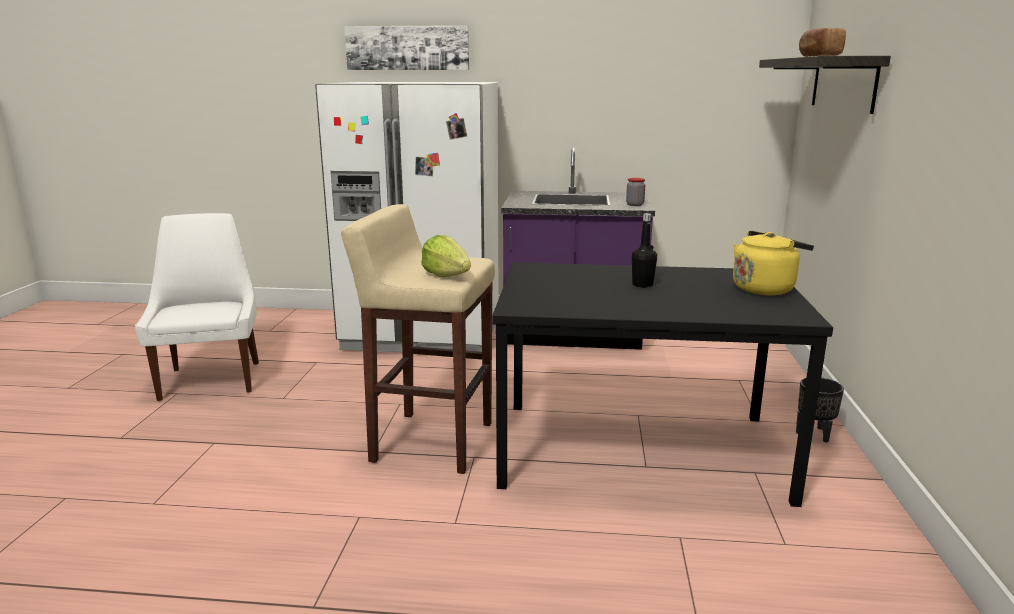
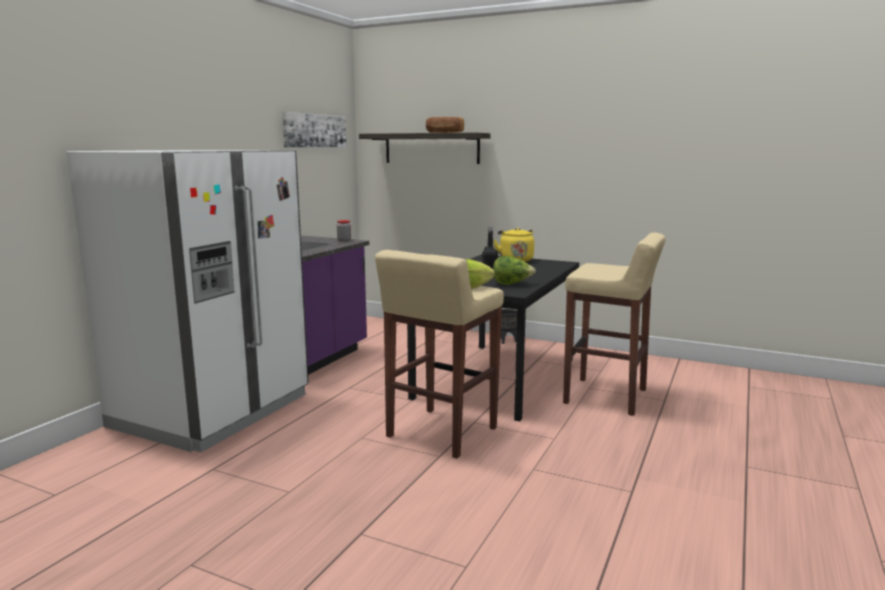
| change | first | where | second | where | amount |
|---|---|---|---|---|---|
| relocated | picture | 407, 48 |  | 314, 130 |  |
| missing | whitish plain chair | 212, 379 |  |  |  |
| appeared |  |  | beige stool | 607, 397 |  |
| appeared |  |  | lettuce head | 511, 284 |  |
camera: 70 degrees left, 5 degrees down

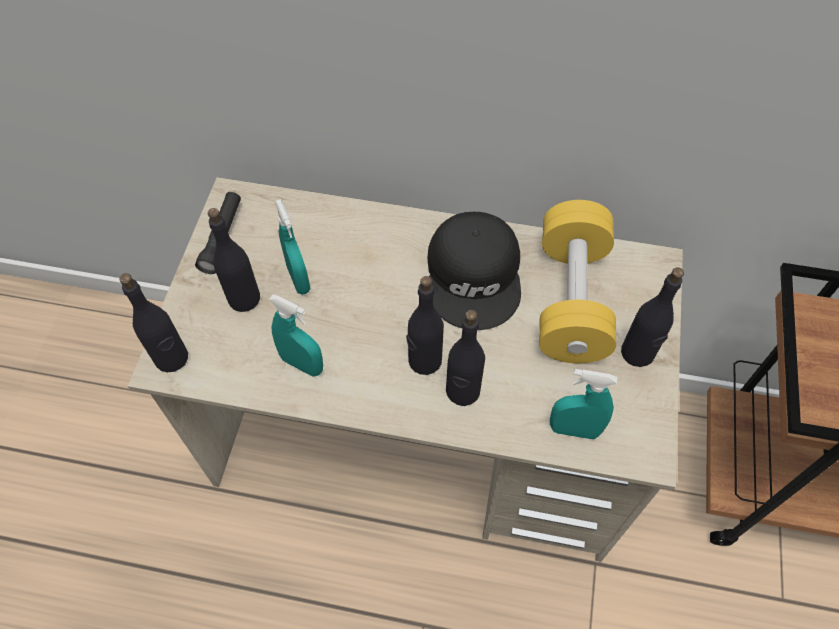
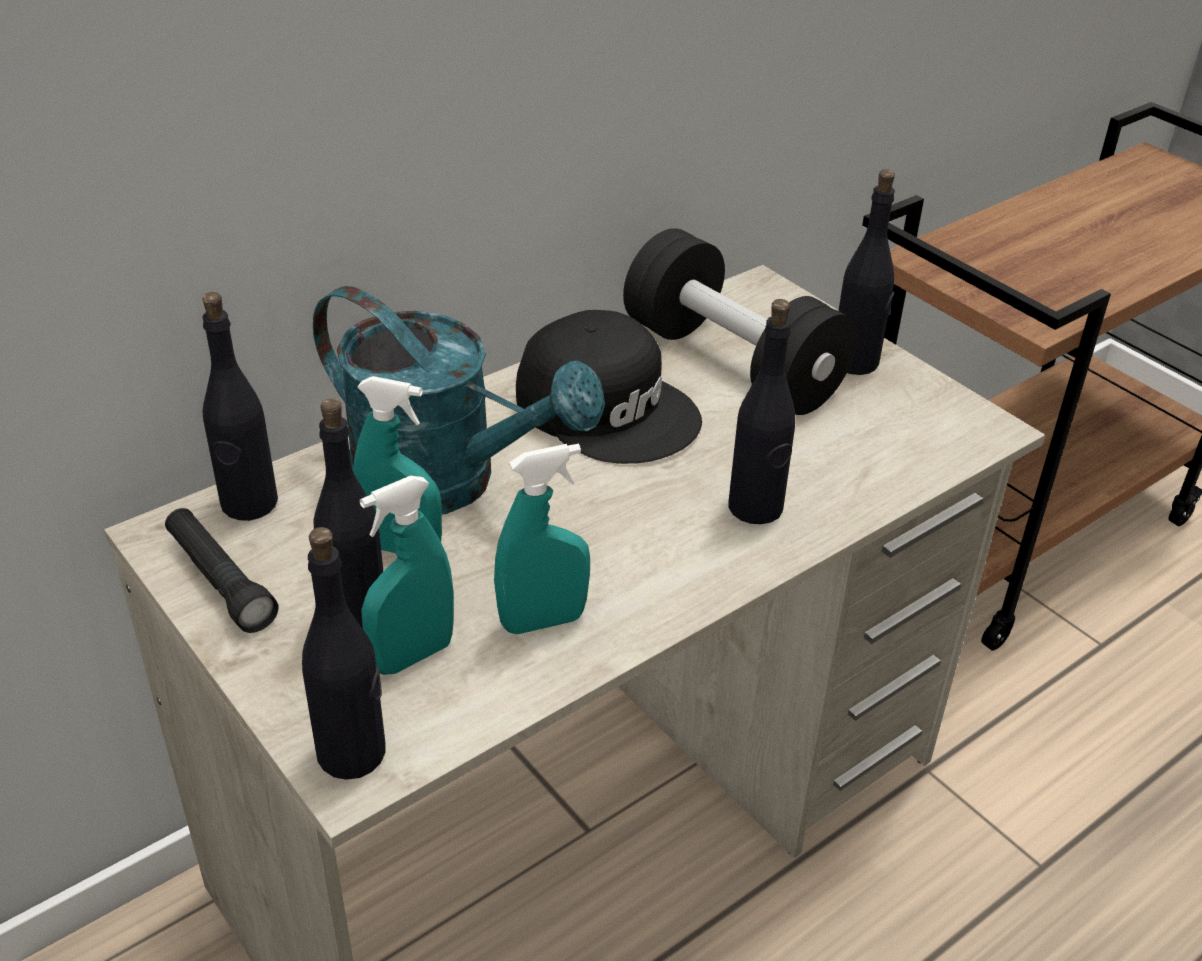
| change | first | where | second | where | amount |
|---|---|---|---|---|---|
| colour | yellow-coloured hand weight | 571, 299 | blackish hand weight | 732, 363 |  |
| relocated | blackish drink bottle | 424, 360 |  | 249, 504 |  |
| relocated | turquoise-coloured spray bottle | 574, 430 |  | 412, 656 |  |
| appeared |  |  | turquoise-coloured watering can | 446, 482 |  |
camera: 50 degrees left, 20 degrees down

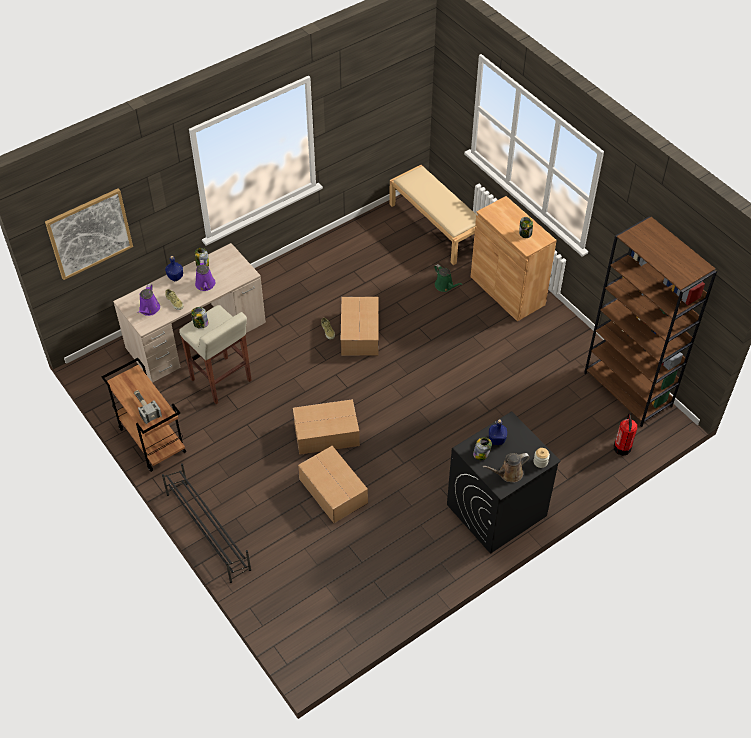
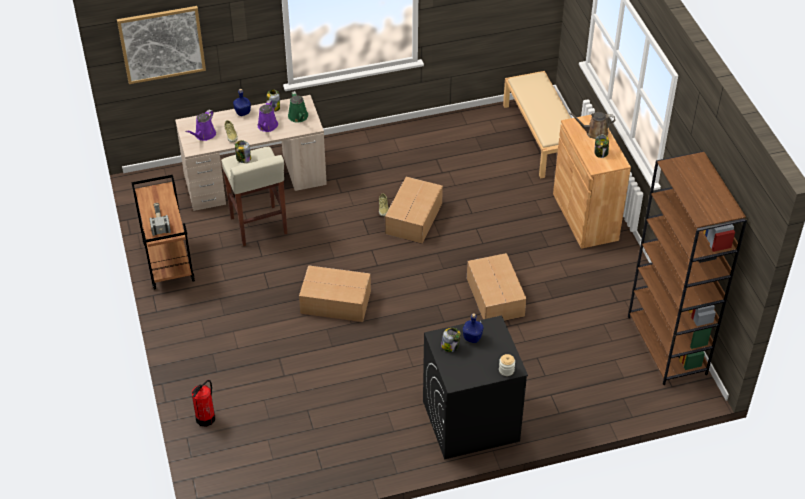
| change | first | where | second | where | amount |
|---|---|---|---|---|---|
| relocated | greenish watering can | 445, 286 |  | 298, 117 |  |
| relocated | extinguisher | 622, 448 |  | 206, 418 |  |
| relocated | packing box | 333, 490 |  | 495, 296 |  |
| relocated | brownish watering can | 508, 474 |  | 594, 133 |  |
| missing | blackish shoe shelf | 208, 530 |  |  |  |
camera: 20 degrees right, 5 degrees down

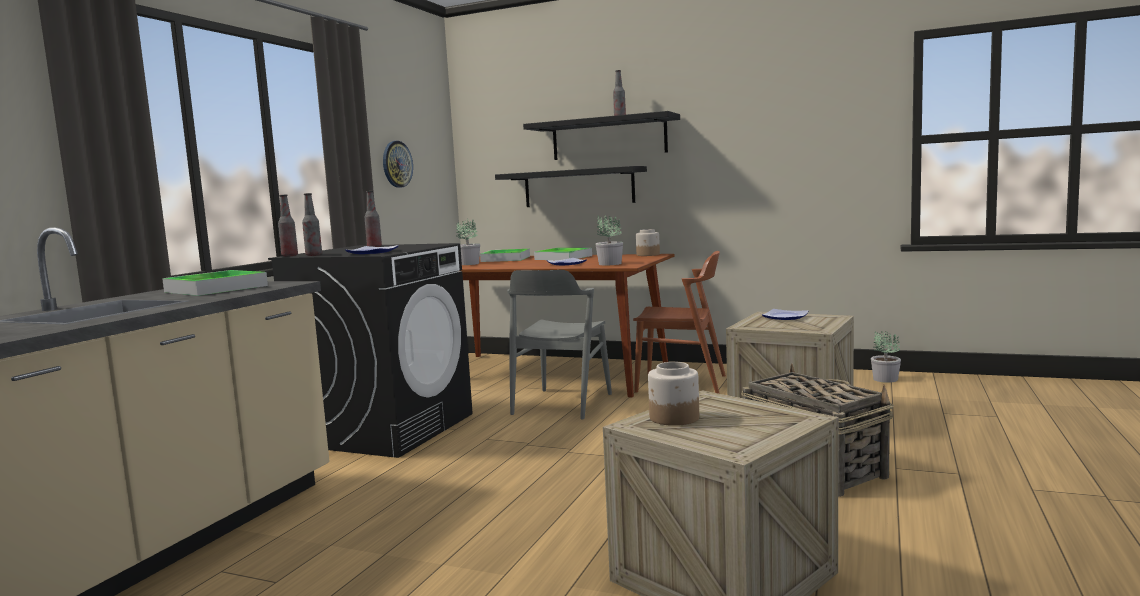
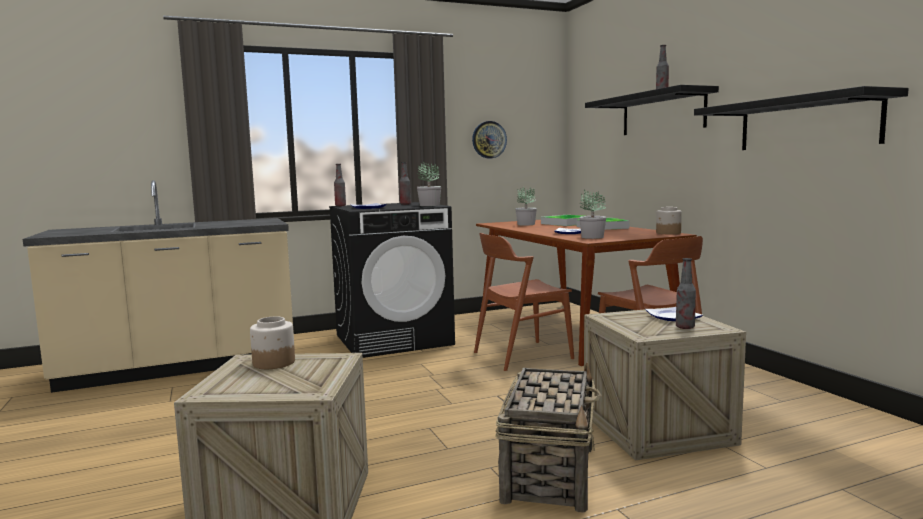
| change | first | where | second | where | amount |
|---|---|---|---|---|---|
| relocated | blackish shelf | 578, 187 |  | 806, 123 |  |
| relocated | drink bottle | 314, 255 |  | 685, 327 |  |
| missing | serving tray | 216, 289 |  |  |  |
| colour | gray plain chair | 562, 404 | brownish plain chair | 522, 355 |  |
| relocated | houseplant | 885, 379 |  | 429, 205 |  |
camera: 45 degrees right, 0 degrees up

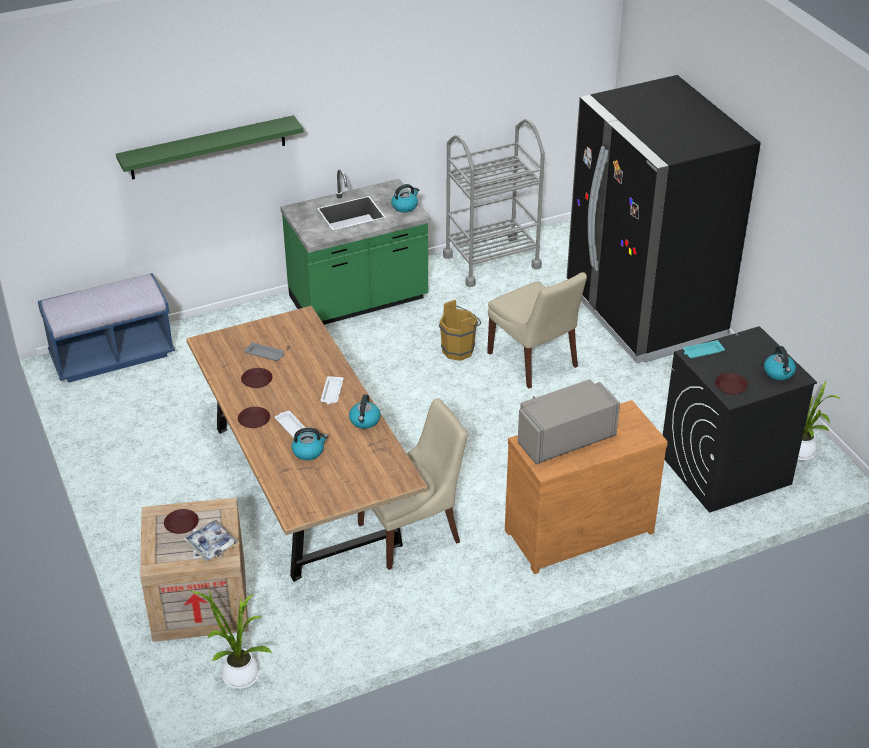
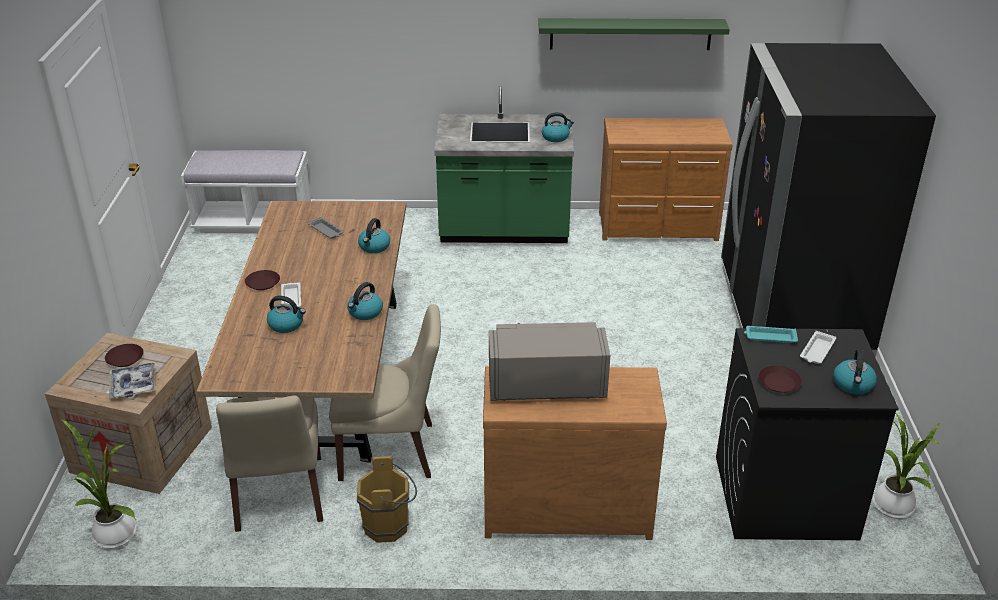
| change | first | where | second | where | amount |
|---|---|---|---|---|---|
| relocated | greenish shelf | 208, 147 |  | 630, 34 |  |
| exchanged | gray trolley | 491, 261 | brownish chest of drawers | 659, 228 |  |
| relocated | beige plain chair | 534, 361 |  | 279, 496 |  |
| colour | blue indoor bench | 112, 356 | whitish indoor bench | 253, 221 |  |
| relocated | brownish pail | 460, 350 |  | 390, 526 |  |
| missing | brownish dinner plate | 257, 381 |  |  |  |
| relocated | whitish serving tray | 332, 393 |  | 817, 351 |  |
| appeared |  |  | tea kettle | 374, 247 |  |
camera: 25 degrees right, 5 degrees down

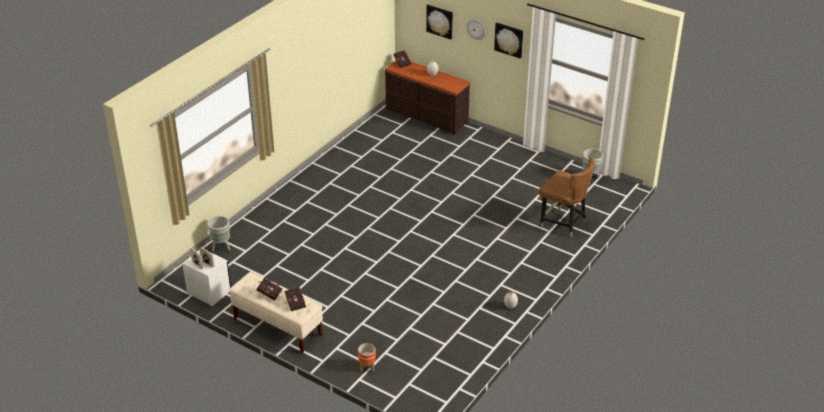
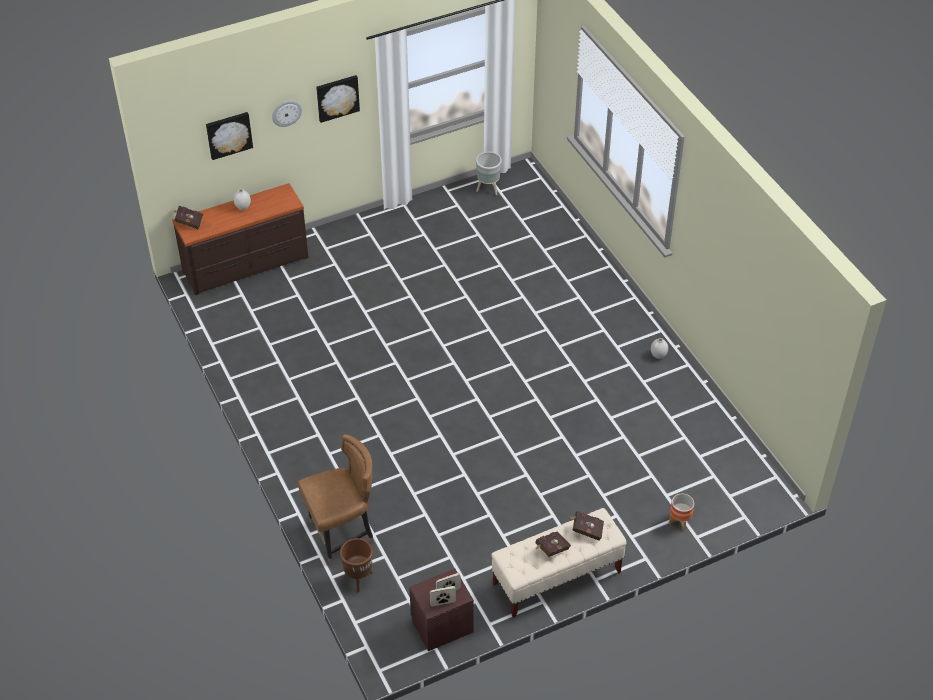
| change | first | where | second | where | amount |
|---|---|---|---|---|---|
| relocated | brownish plain chair | 563, 223 |  | 342, 535 |  |
| colour | gray planter | 221, 247 | brownish planter | 358, 579 |  |
| colour | whitish bedside table | 209, 292 | brownish bedside table | 442, 626 |  |
camera: 60 degrees left, 10 degrees up

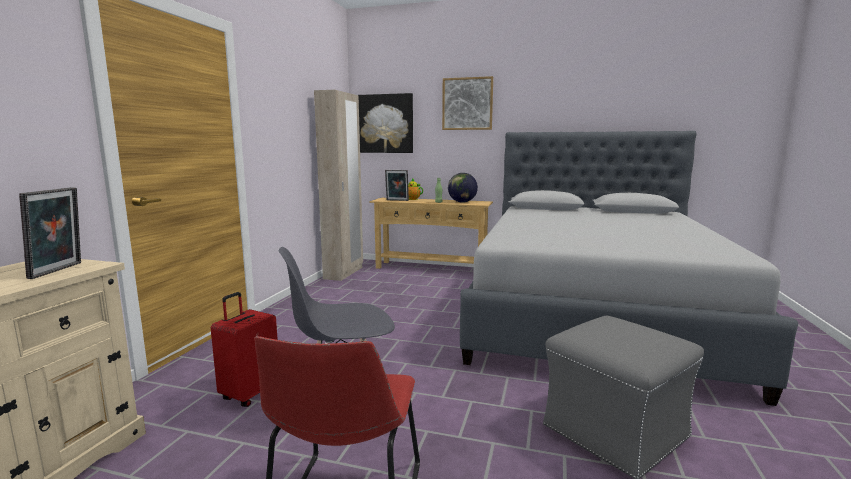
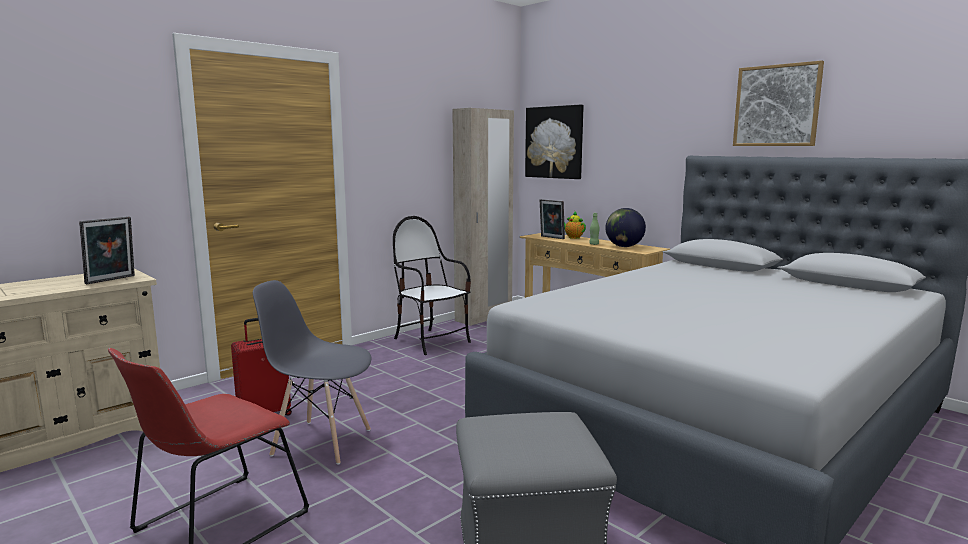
| change | first | where | second | where | amount |
|---|---|---|---|---|---|
| relocated | picture | 467, 104 |  | 776, 106 |  |
| appeared |  |  | plain chair | 431, 341 |  |
camera: 30 degrees right, 0 degrees up

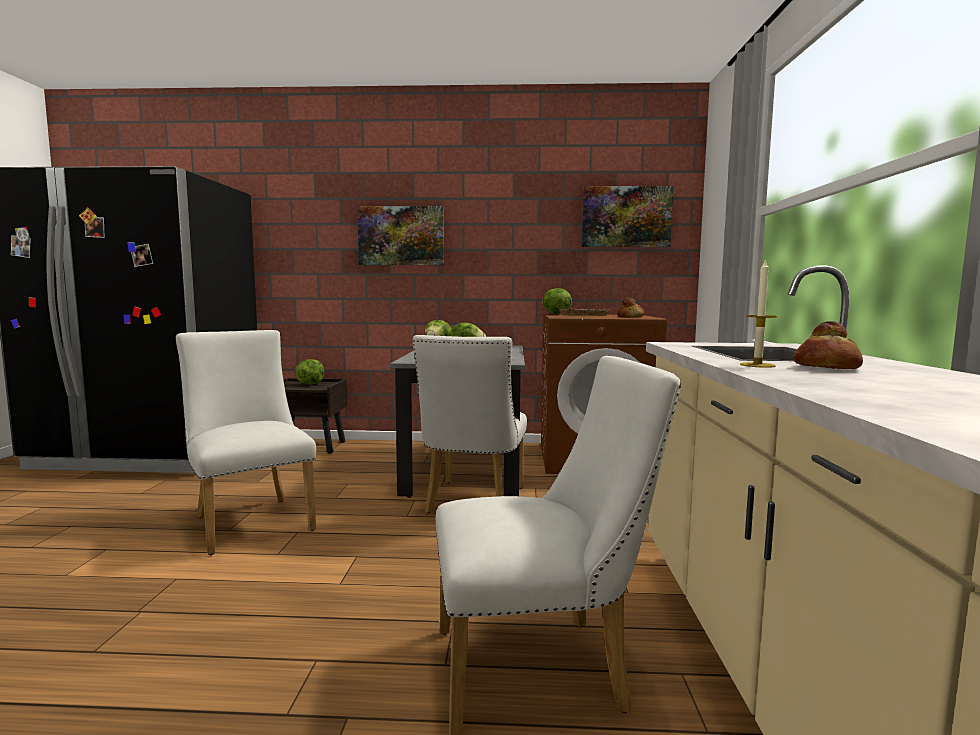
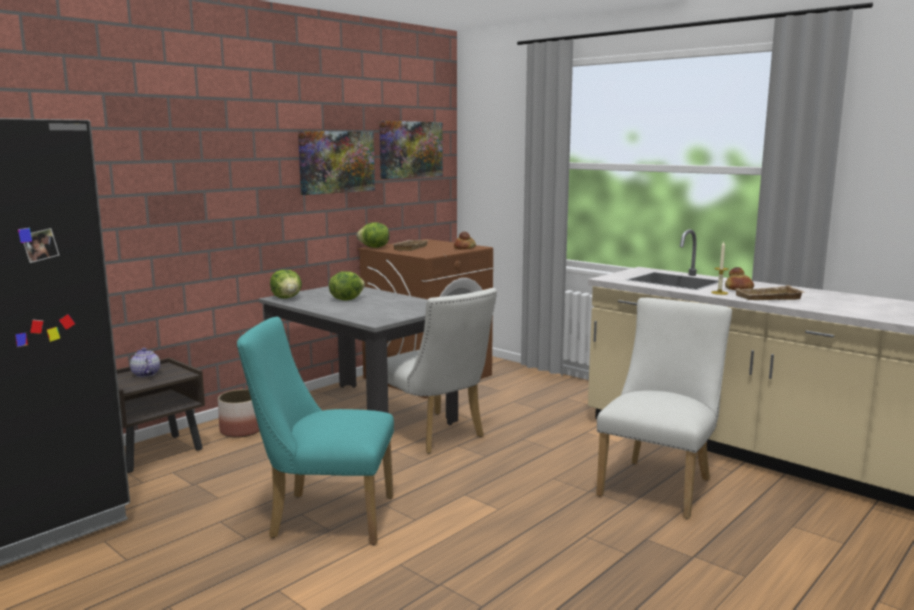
| change | first | where | second | where | amount |
|---|---|---|---|---|---|
| relocated | picture | 401, 236 |  | 336, 162 |  |
| colour | whitish plain chair | 250, 520 | turquoise-coloured plain chair | 323, 517 |  |
| exchanged | lettuce head | 310, 384 | teapot | 145, 374 |  |
| appeared |  |  | beige serving tray | 768, 298 |  |
| appeared |  |  | planter | 242, 430 |  |
camera: 50 degrees left, 5 degrees up

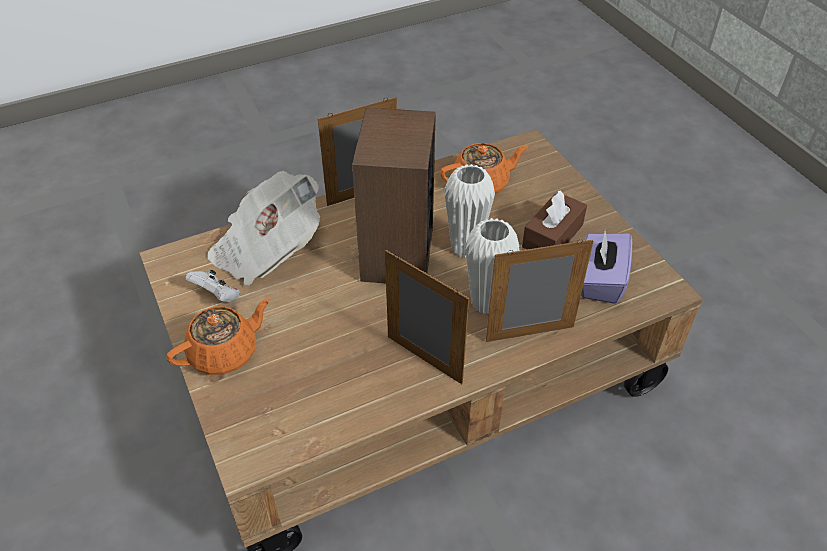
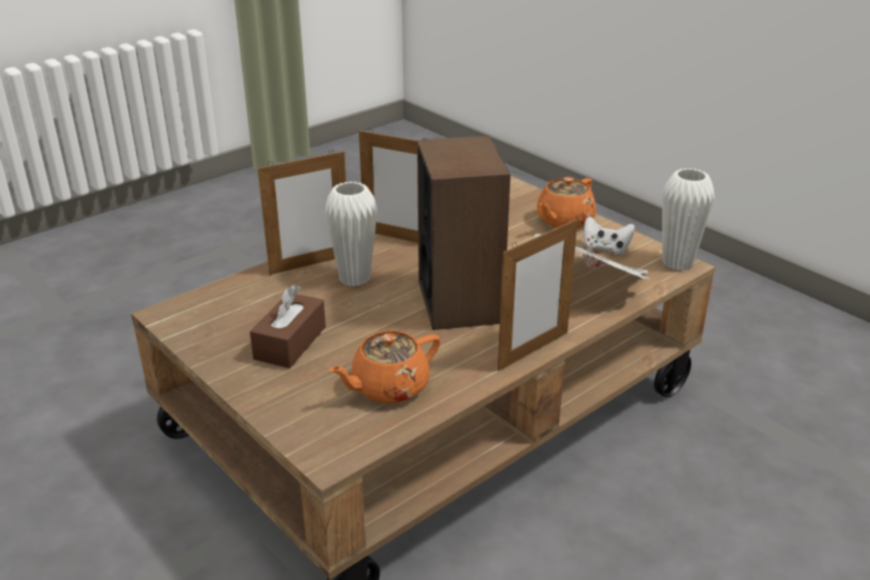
| change | first | where | second | where | amount |
|---|---|---|---|---|---|
| relocated | whitish vase | 465, 247 |  | 677, 263 |  |
| missing | purple-coloured box of tissues | 600, 281 |  |  |  |
camera: 165 degrees right, 15 degrees down

